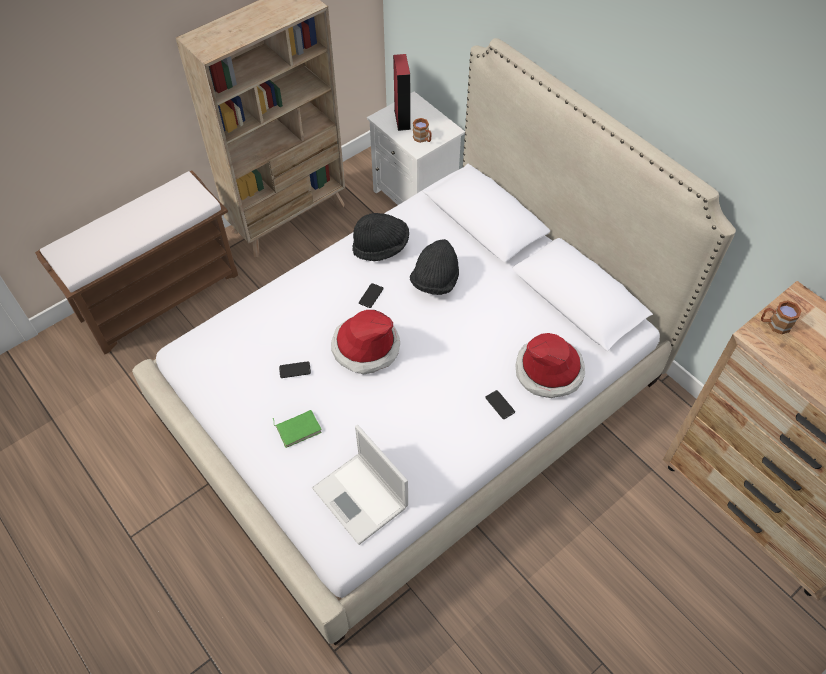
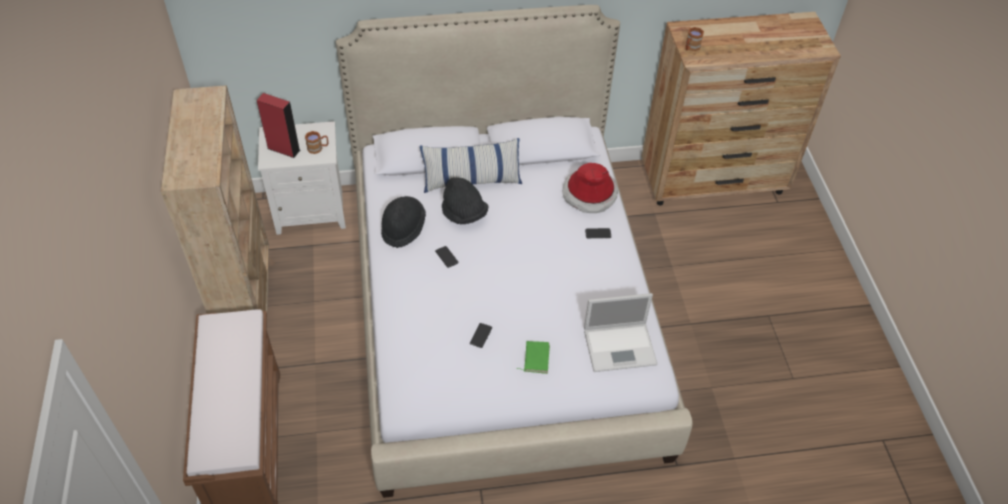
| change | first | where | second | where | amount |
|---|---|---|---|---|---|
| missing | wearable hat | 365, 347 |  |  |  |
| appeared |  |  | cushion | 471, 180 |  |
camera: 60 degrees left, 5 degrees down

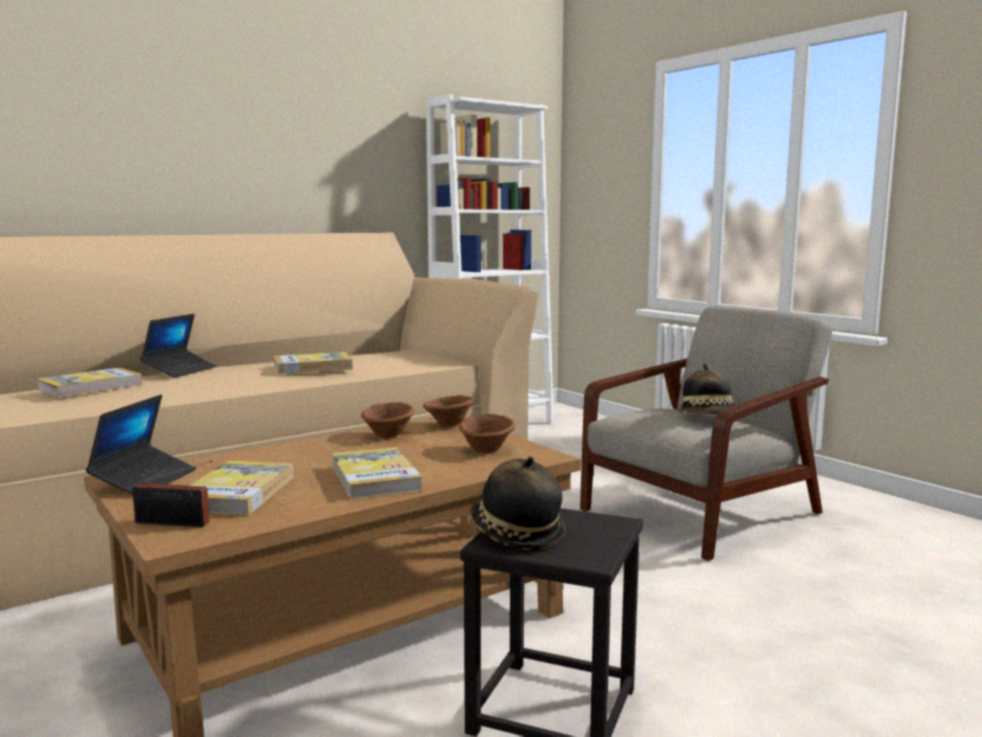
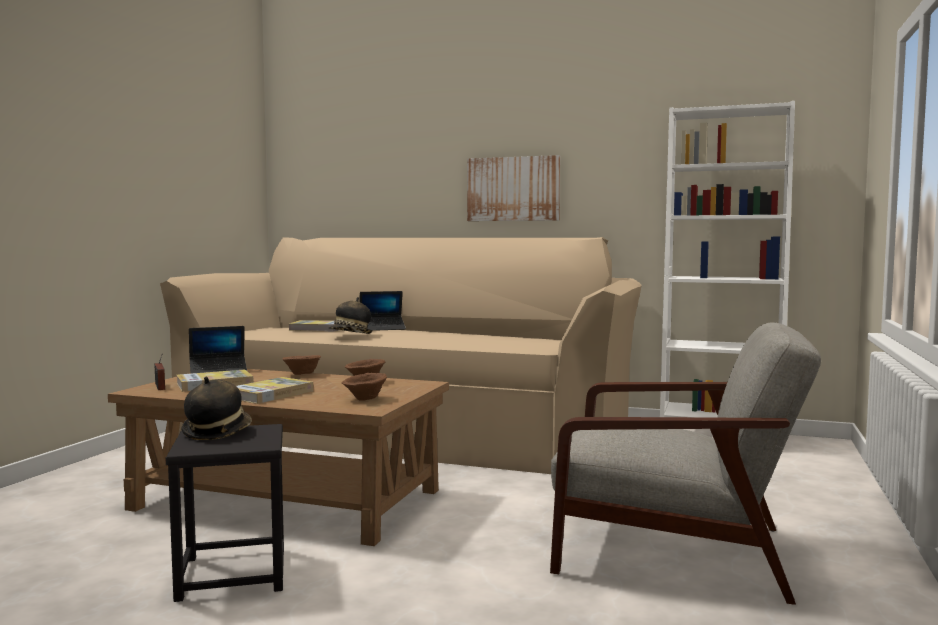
| change | first | where | second | where | amount |
|---|---|---|---|---|---|
| missing | volume | 312, 367 |  |  |  |
| relocated | wearable hat | 708, 417 |  | 350, 335 |  |
| relocated | brownish deep dish | 449, 425 |  | 301, 375 |  |
| appeared |  |  | picture | 513, 189 |  |
camera: 55 degrees right, 5 degrees down

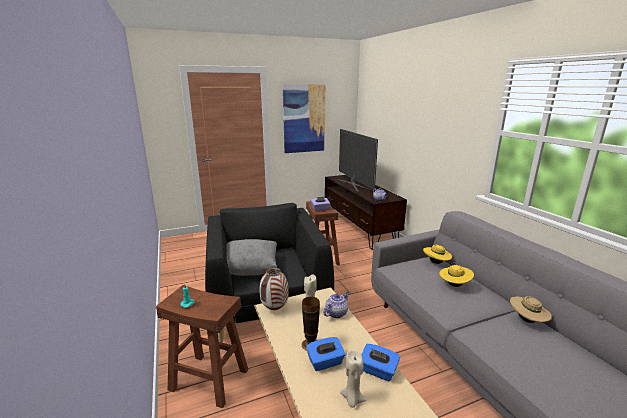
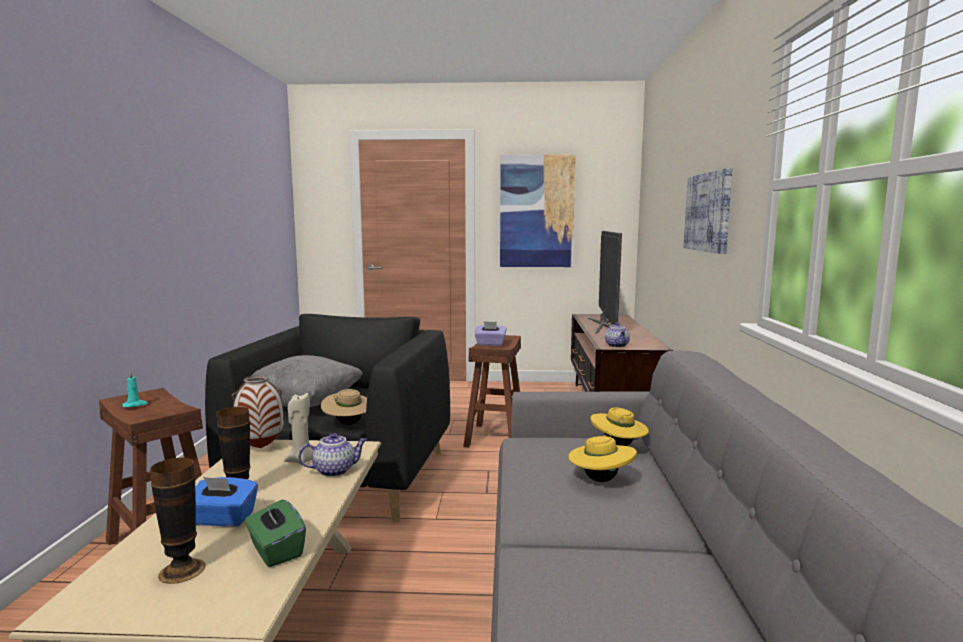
| change | first | where | second | where | amount |
|---|---|---|---|---|---|
| relocated | beige wearable hat | 527, 320 |  | 348, 424 |  |
| colour | blue box of tissues | 378, 371 | greenish box of tissues | 275, 550 |  |
| exchanged | beige candle | 352, 399 | vase | 182, 570 |  |
| appeared |  |  | picture | 708, 212 |  |
camera: 25 degrees right, 10 degrees down

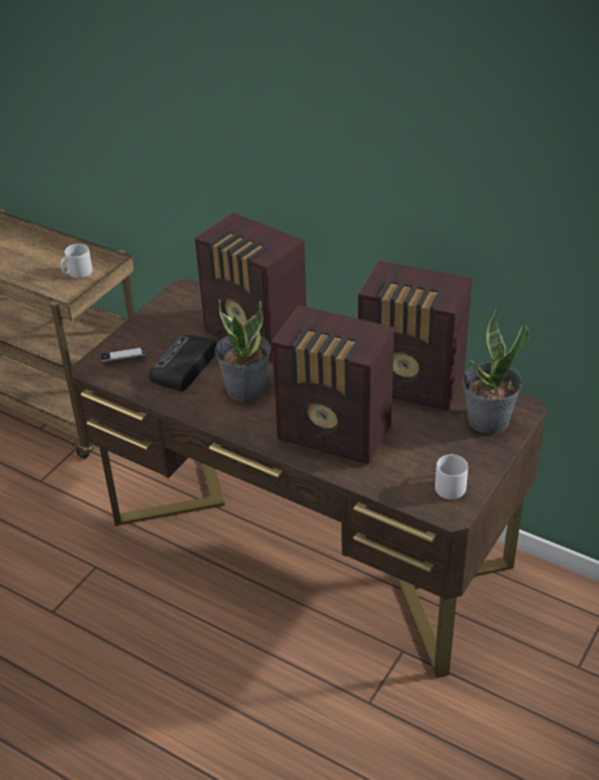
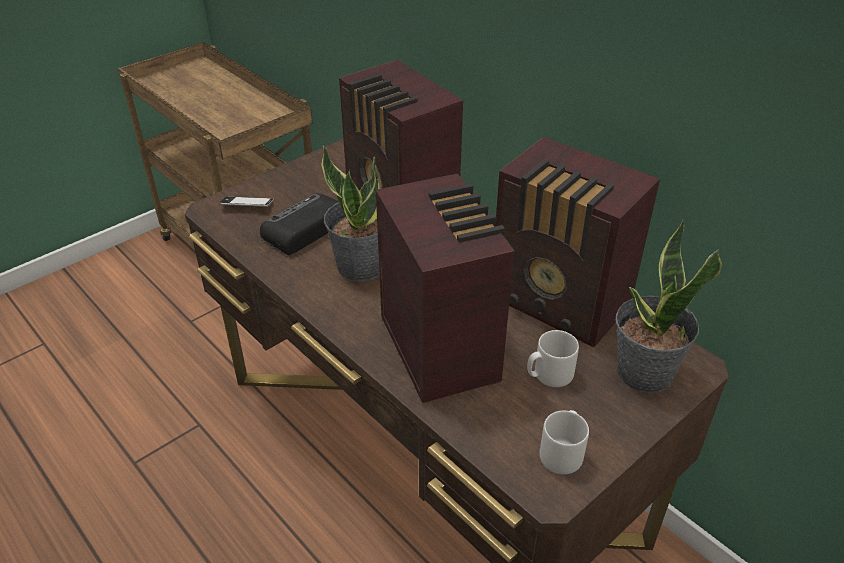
| change | first | where | second | where | amount |
|---|---|---|---|---|---|
| relocated | gray coffee mug | 77, 273 |  | 548, 375 |  |
| spun | radio | 336, 435 |  | 440, 346 | 150 degrees counterclockwise |
camera: 15 degrees right, 0 degrees up

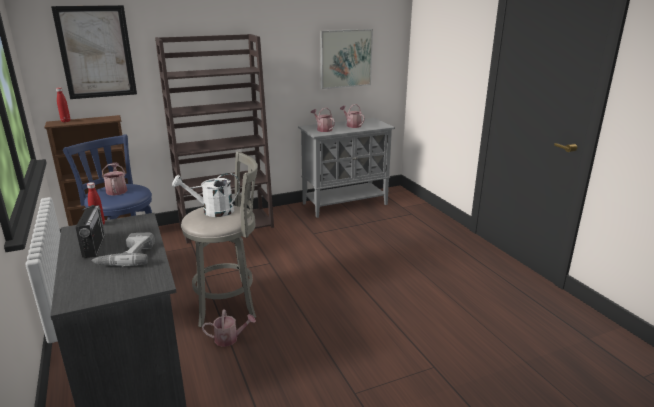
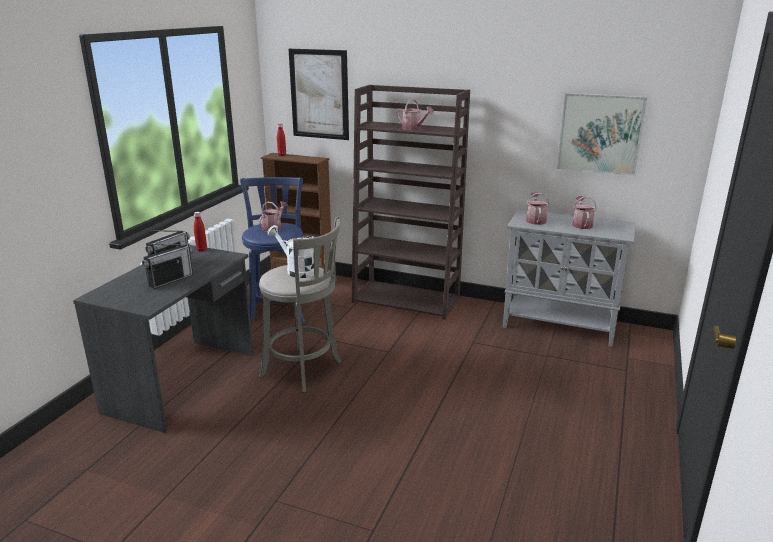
| change | first | where | second | where | amount |
|---|---|---|---|---|---|
| exchanged | power drill | 126, 256 | radio | 170, 280 |  |
| relocated | watering can | 230, 339 |  | 414, 128 |  |
camera: 45 degrees right, 0 degrees up

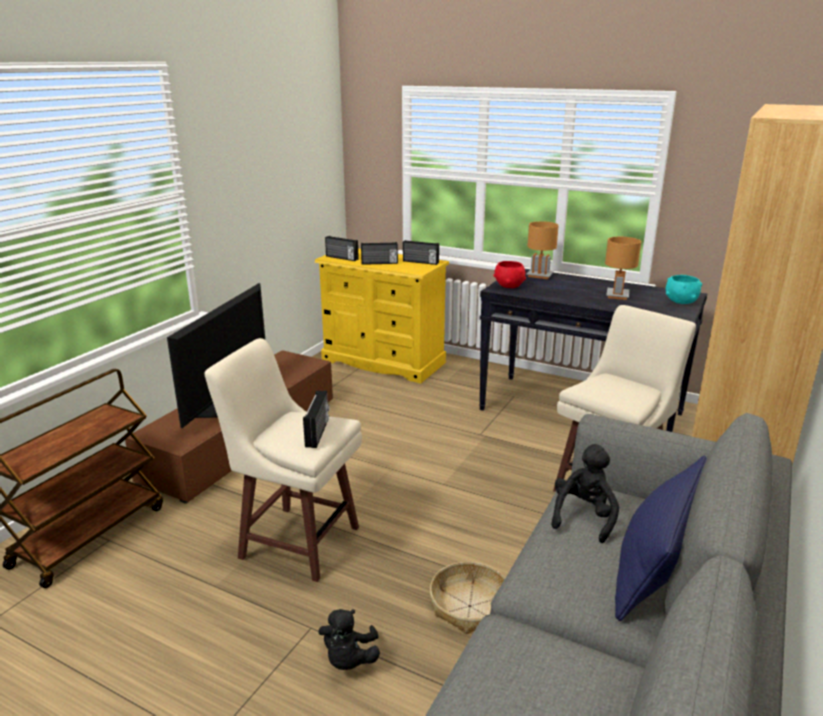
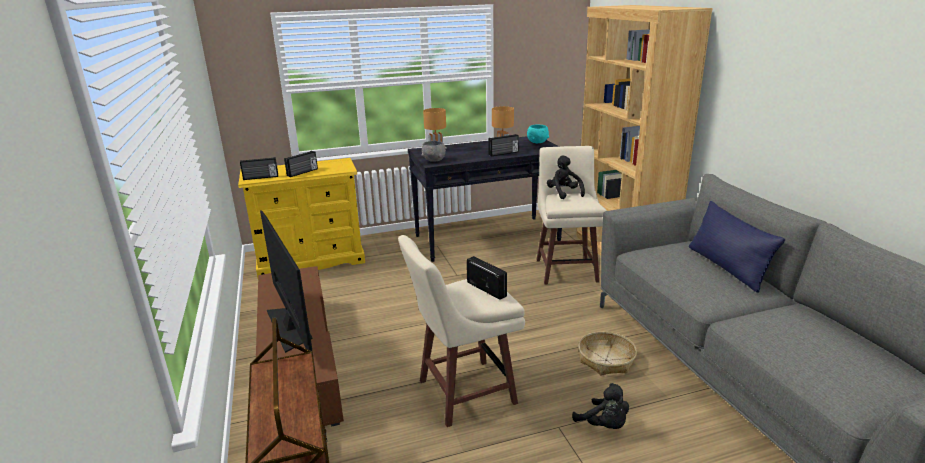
| change | first | where | second | where | amount |
|---|---|---|---|---|---|
| relocated | radio | 420, 262 |  | 503, 153 |  |
| colour | reddish deep dish | 509, 286 | gray deep dish | 434, 160 |  |
| relocated | blackish cuddly toy | 583, 517 |  | 564, 193 |  |
camera: 45 degrees left, 0 degrees up

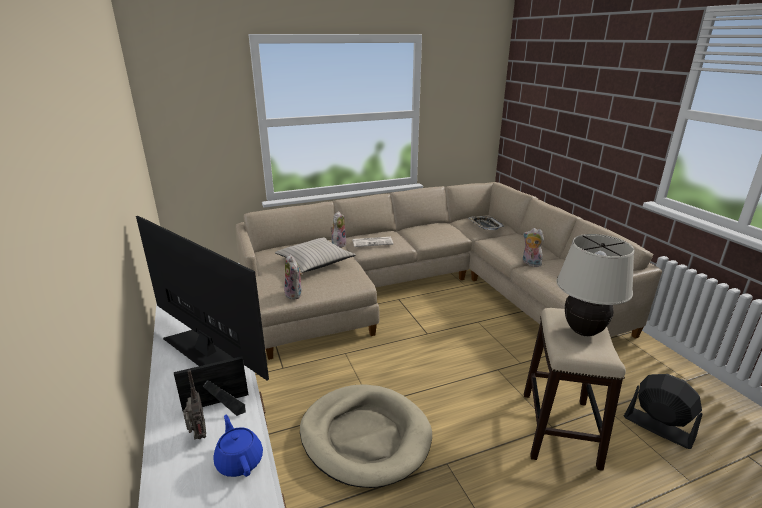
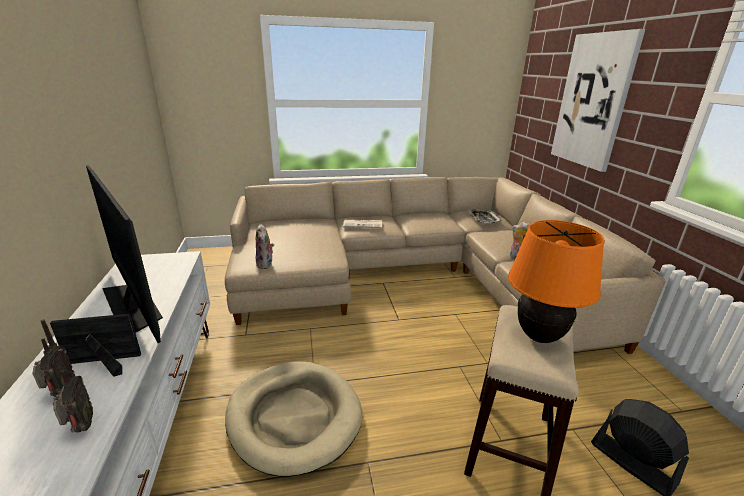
| change | first | where | second | where | amount |
|---|---|---|---|---|---|
| missing | cuddly toy | 338, 244 |  |  |  |
| colour | beige tabletop lamp | 583, 331 | orange-coloured tabletop lamp | 539, 336 |  |
| missing | beige cushion | 315, 261 |  |  |  |
| exchanged | blue teapot | 239, 461 | radio | 81, 428 |  |
| appeared |  |  | picture | 593, 101 |  |
camera: 10 degrees right, 0 degrees up

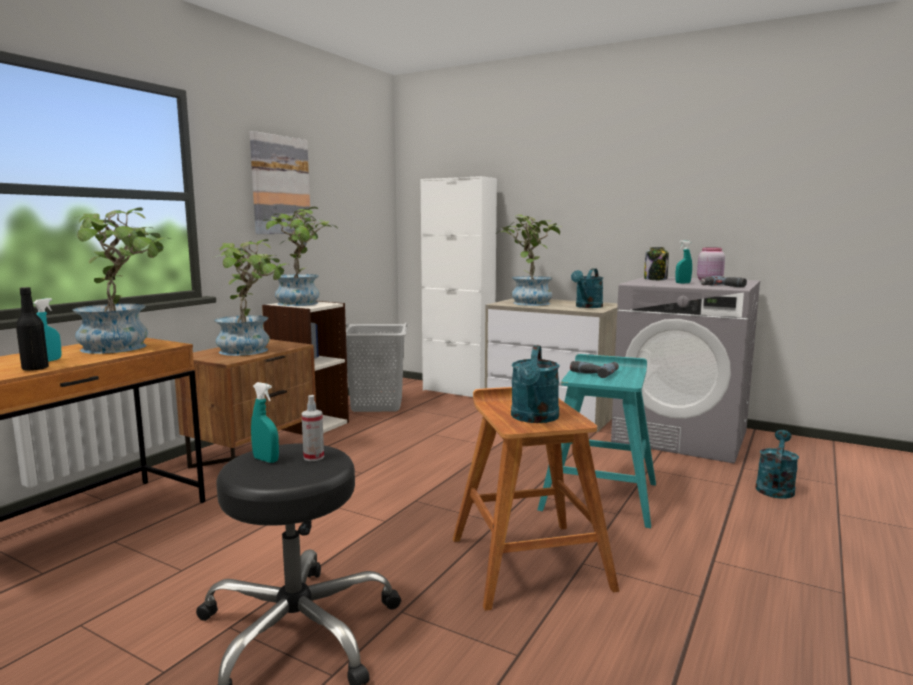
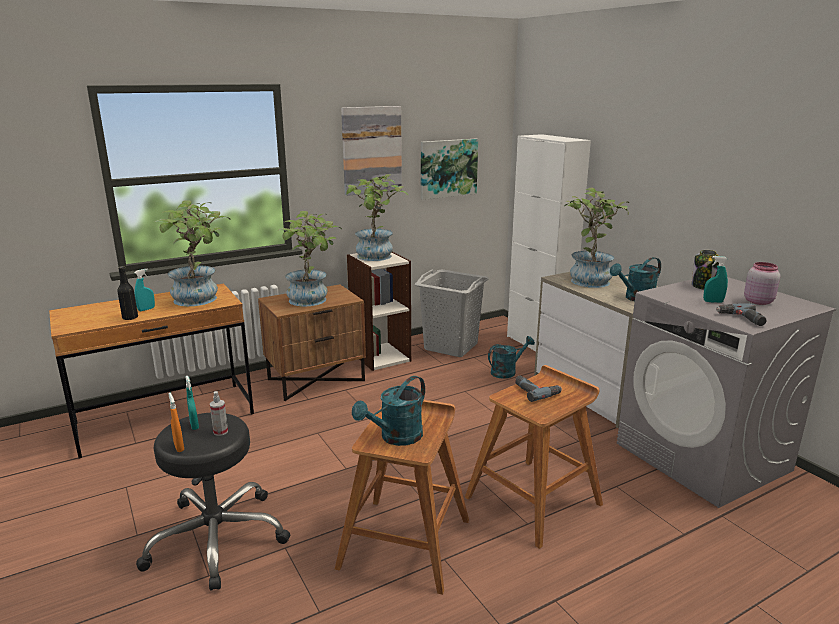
| change | first | where | second | where | amount |
|---|---|---|---|---|---|
| colour | turquoise-coloured stool | 600, 495 | brownish stool | 534, 500 |  |
| relocated | turquoise-coloured watering can | 775, 487 |  | 507, 371 |  |
| appeared |  |  | picture | 448, 168 |  |
| appeared |  |  | orange-coloured spray bottle | 179, 447 |  |
camera: 30 degrees right, 10 degrees up

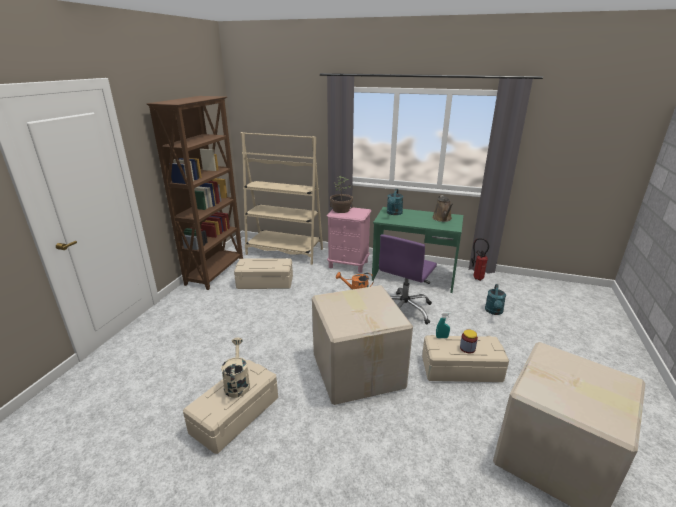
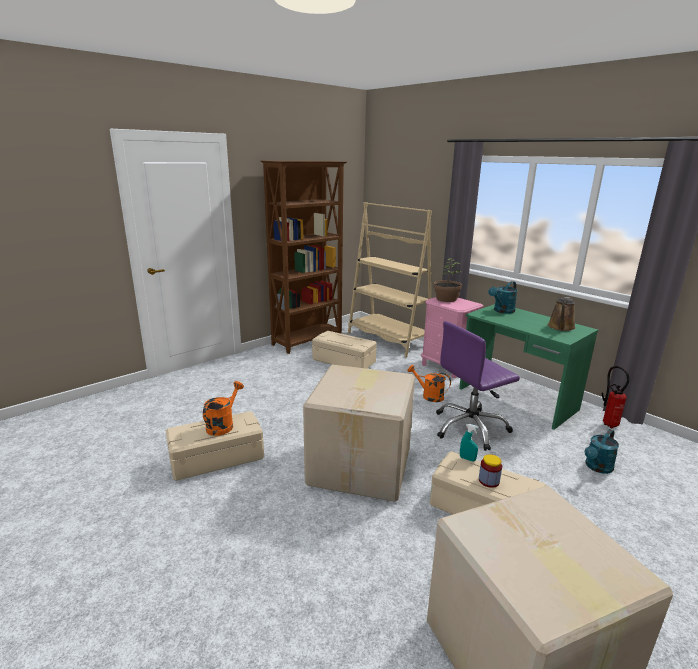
| change | first | where | second | where | amount |
|---|---|---|---|---|---|
| colour | beige watering can | 237, 383 | orange-coloured watering can | 223, 425 |  |
camera: 30 degrees right, 5 degrees down

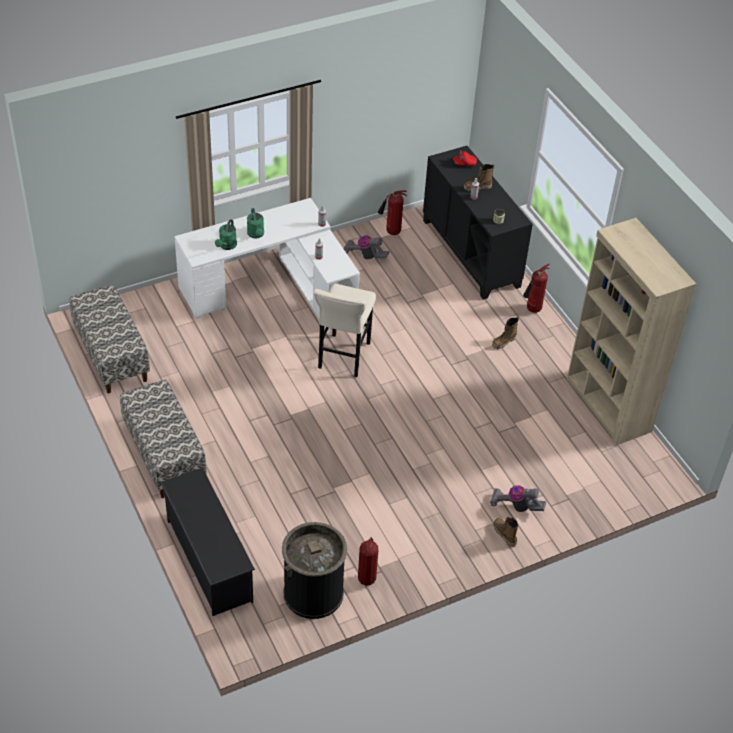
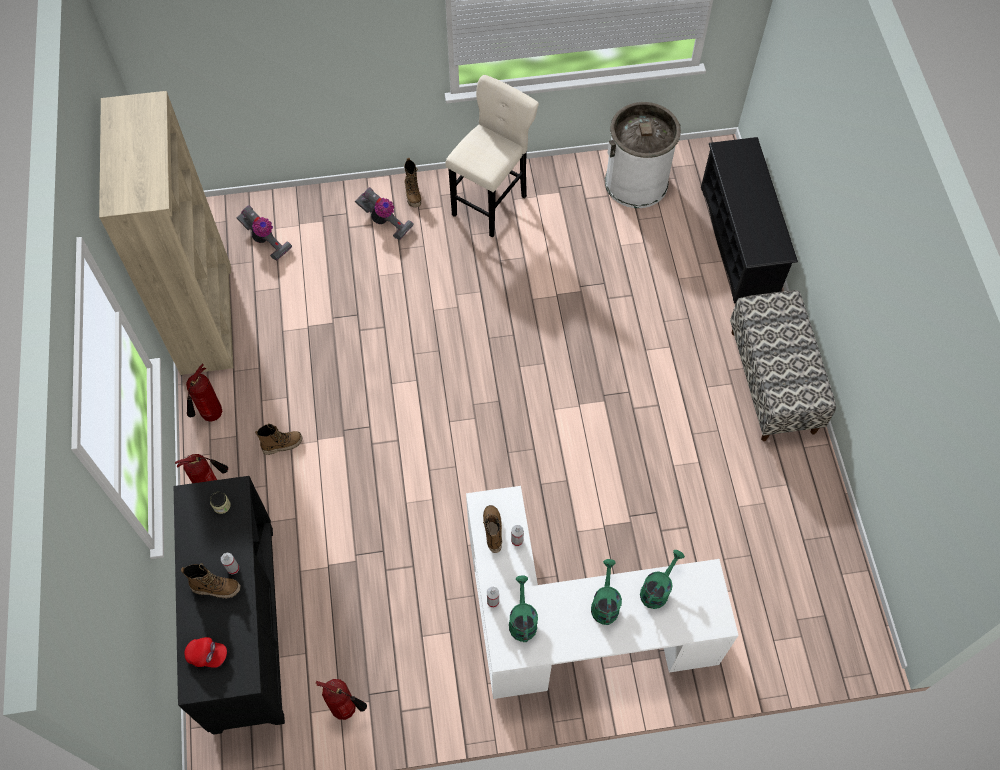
| change | first | where | second | where | amount |
|---|---|---|---|---|---|
| relocated | hoover | 365, 255 |  | 265, 240 |  |
| relocated | beige stool | 343, 358 |  | 491, 203 |  |
| missing | indoor bench | 111, 355 |  |  |  |
| colour | blackish trash can | 313, 593 | whitish trash can | 636, 182 |  |
| relocated | extinguisher | 366, 577 |  | 211, 416 |  |
| appeared |  |  | boot | 492, 530 |  |
| appeared |  |  | greenish watering can | 522, 620 |  |
camera: 160 degrees left, 15 degrees up

